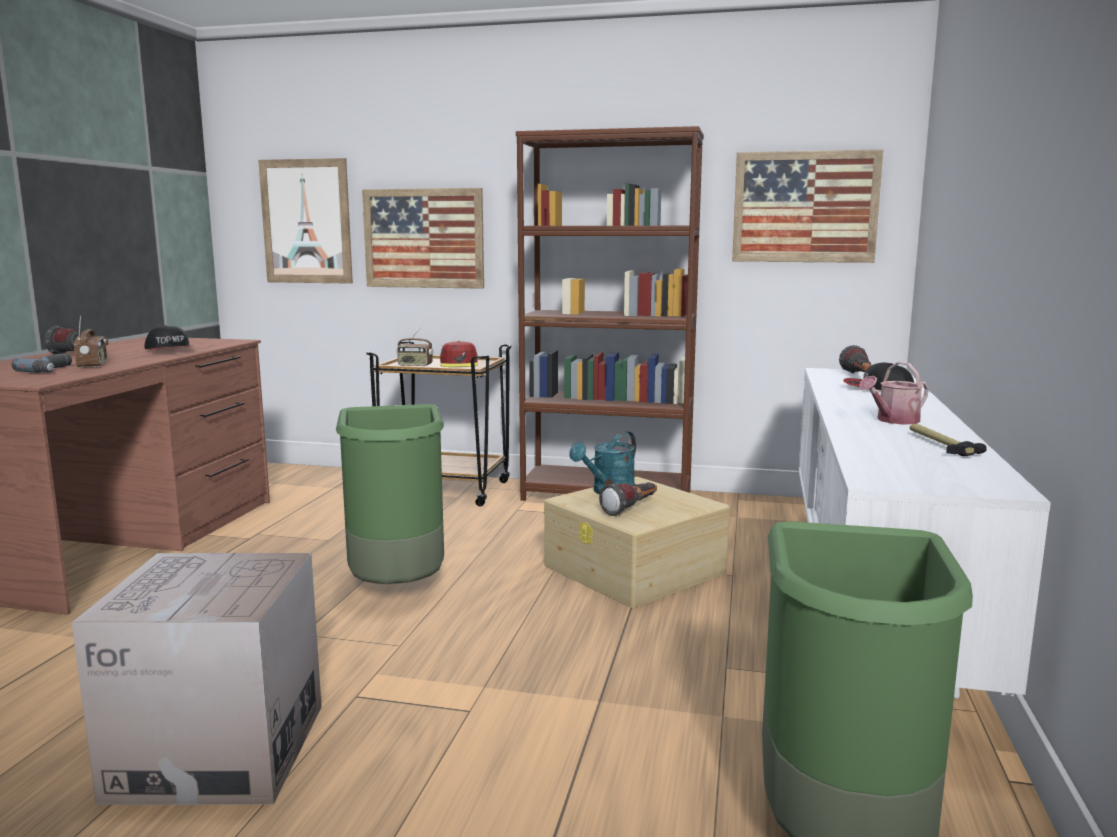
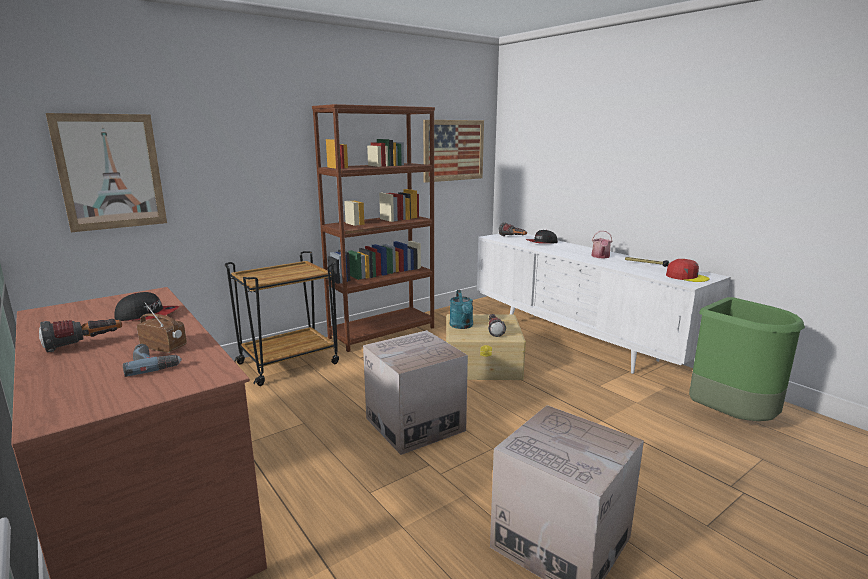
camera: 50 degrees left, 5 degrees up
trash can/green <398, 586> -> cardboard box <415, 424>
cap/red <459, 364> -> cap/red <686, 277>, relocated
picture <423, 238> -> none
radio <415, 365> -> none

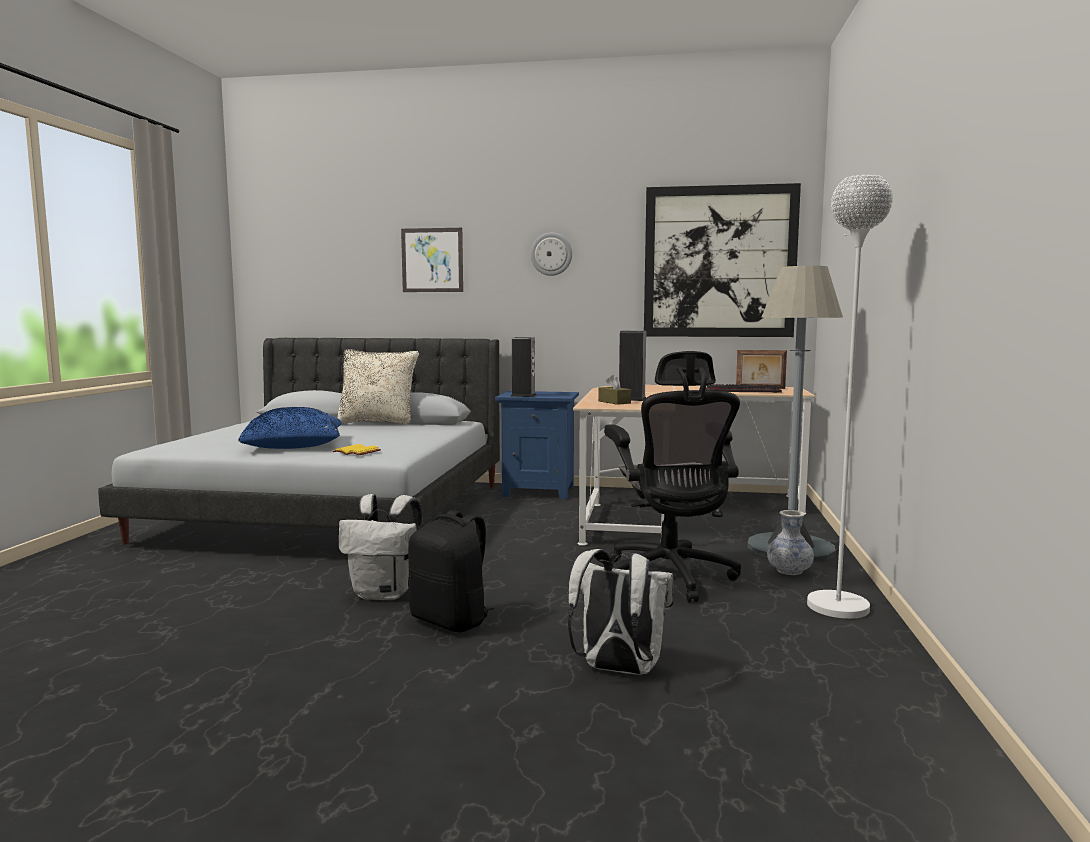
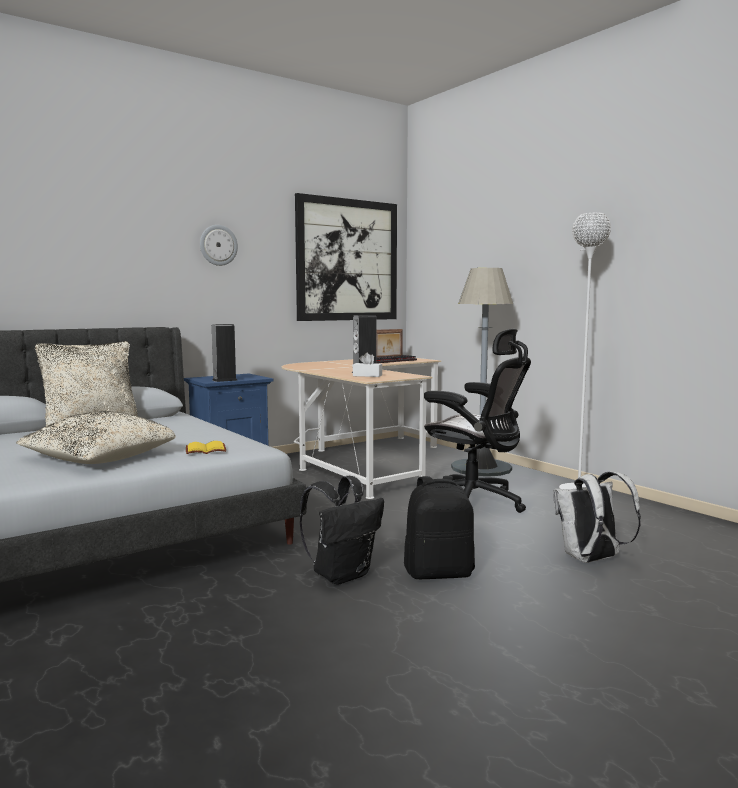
camera: 45 degrees left, 0 degrees up
pillow/blue <294, 445> -> pillow/beige <101, 456>
backpack/white <385, 594> -> backpack/black <342, 575>
tissue box/brown <614, 402> -> tissue box/white <367, 375>
picture <432, 260> -> none
vase <789, 571> -> none

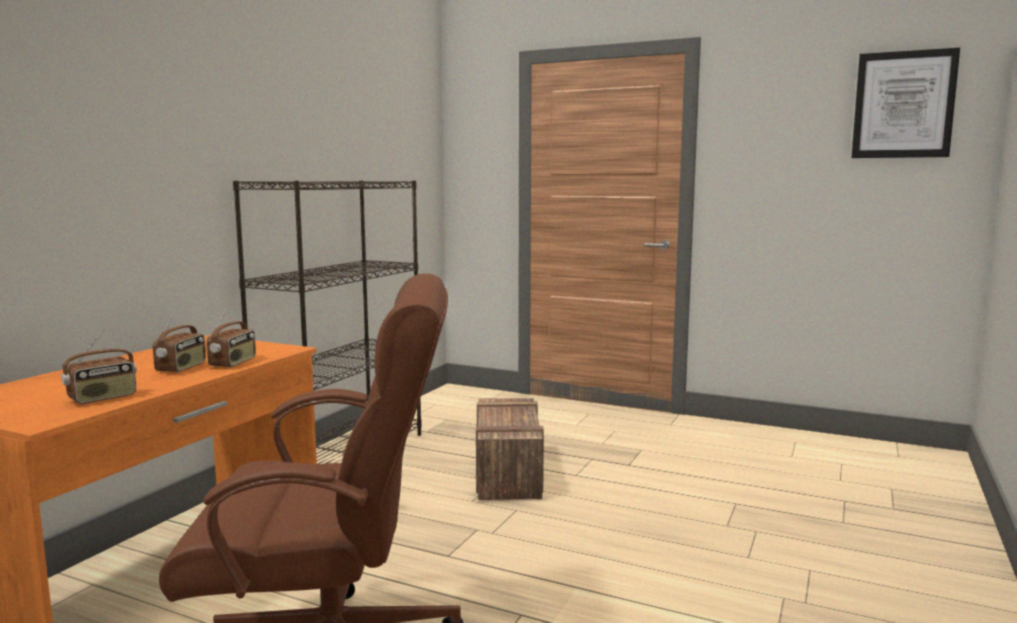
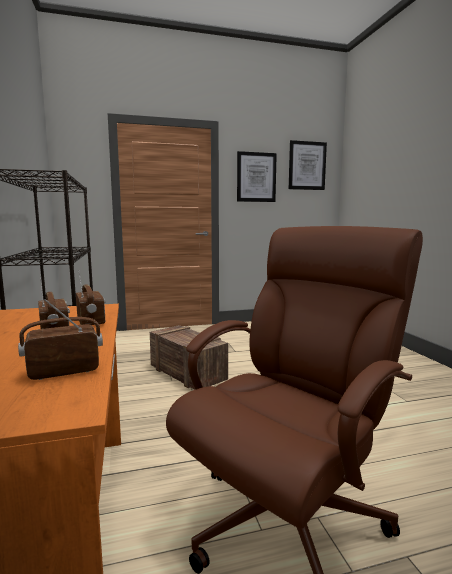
camera: 40 degrees left, 0 degrees up
radio <103, 398> -> radio <64, 371>, 120 degrees counterclockwise
none -> picture <256, 177>

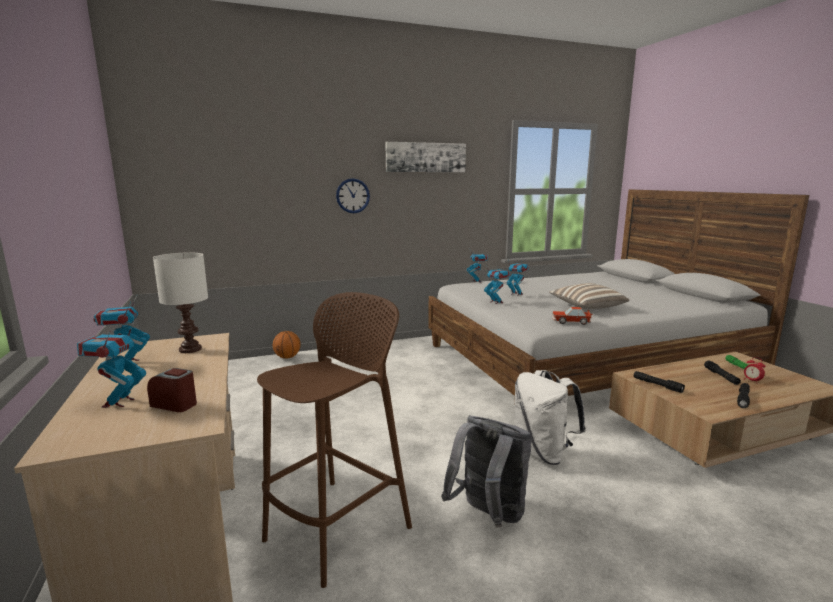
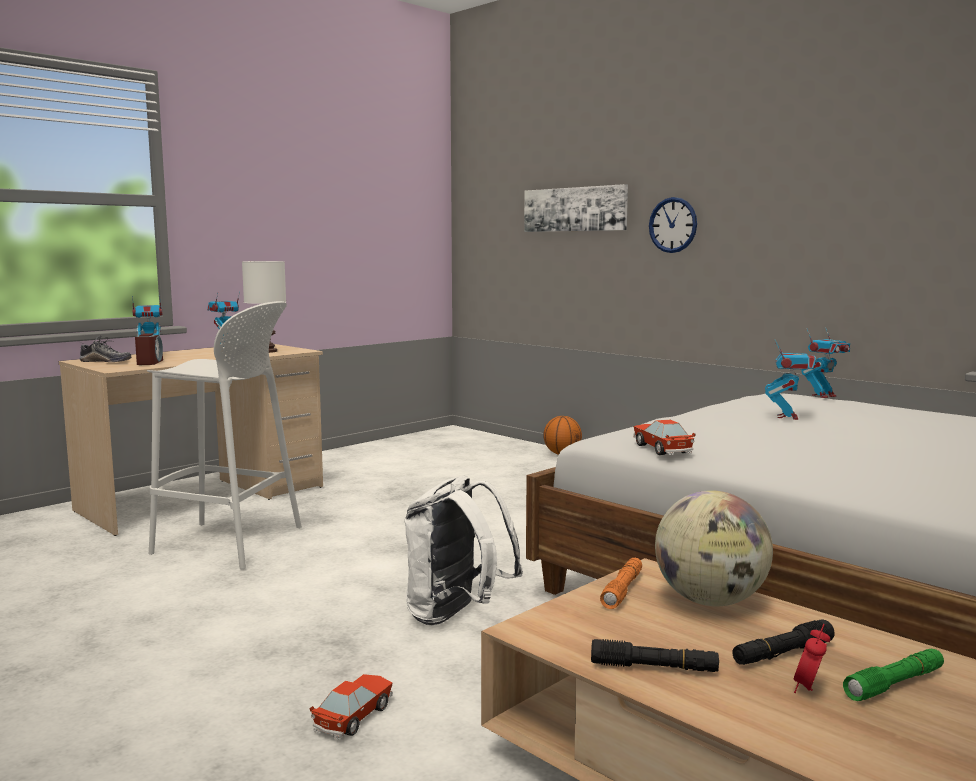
camera: 65 degrees right, 5 degrees down
none -> shoe <106, 362>
stool/brown <337, 528> -> stool/white <228, 543>
none -> toy car <354, 716>
picture <425, 157> -> picture <575, 209>, relocated
flashlight/black <657, 385> -> flashlight/orange <622, 590>
none -> globe <710, 601>
backpack/grey <488, 516> -> none
toy robot <496, 302> -> none
pillow <586, 307> -> none

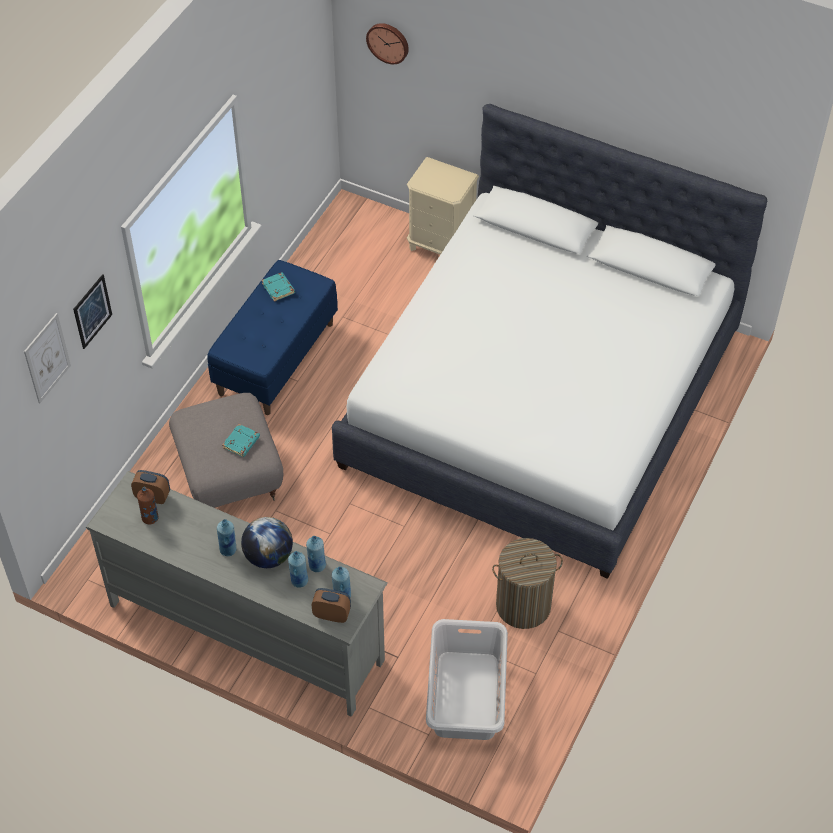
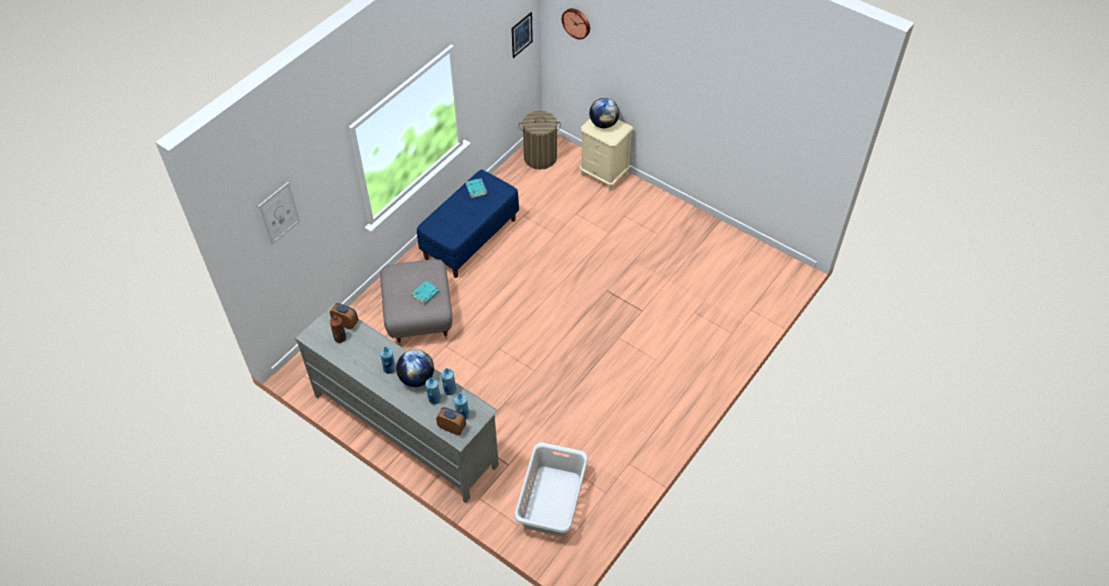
camera: 10 degrees right, 0 degrees up
picture <92, 311> -> picture <521, 34>, relocated
laundry basket <523, 605> -> laundry basket <540, 158>, relocated
none -> globe <603, 124>
bed/white <541, 398> -> none

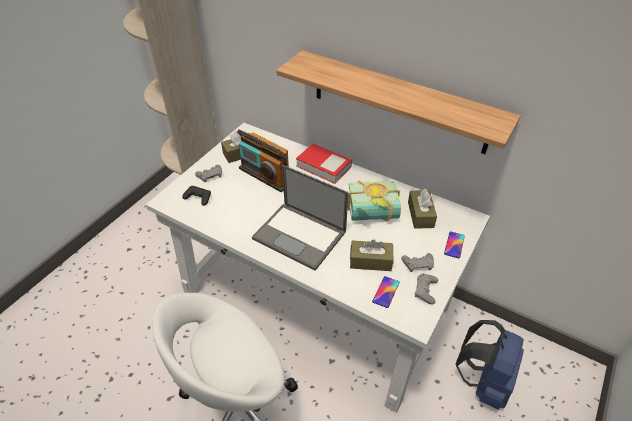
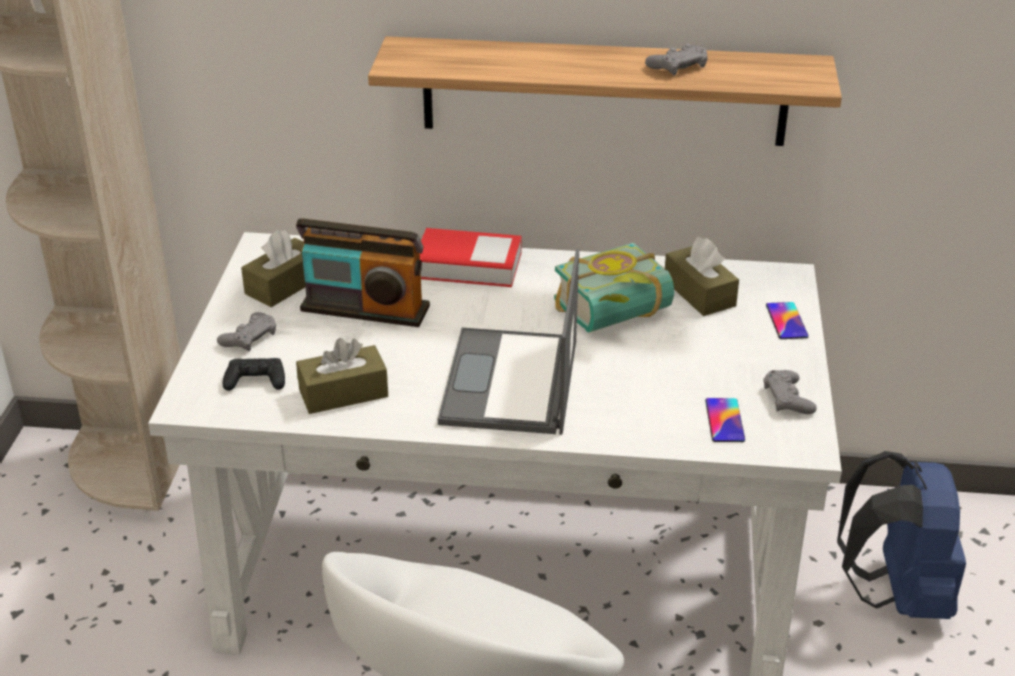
camera: 25 degrees left, 10 degrees down
tissue box/brown <370, 261> -> tissue box/brown <343, 393>, relocated
laptop <300, 235> -> laptop <510, 383>, 90 degrees clockwise
game controller/grey <418, 264> -> game controller/grey <678, 66>, relocated

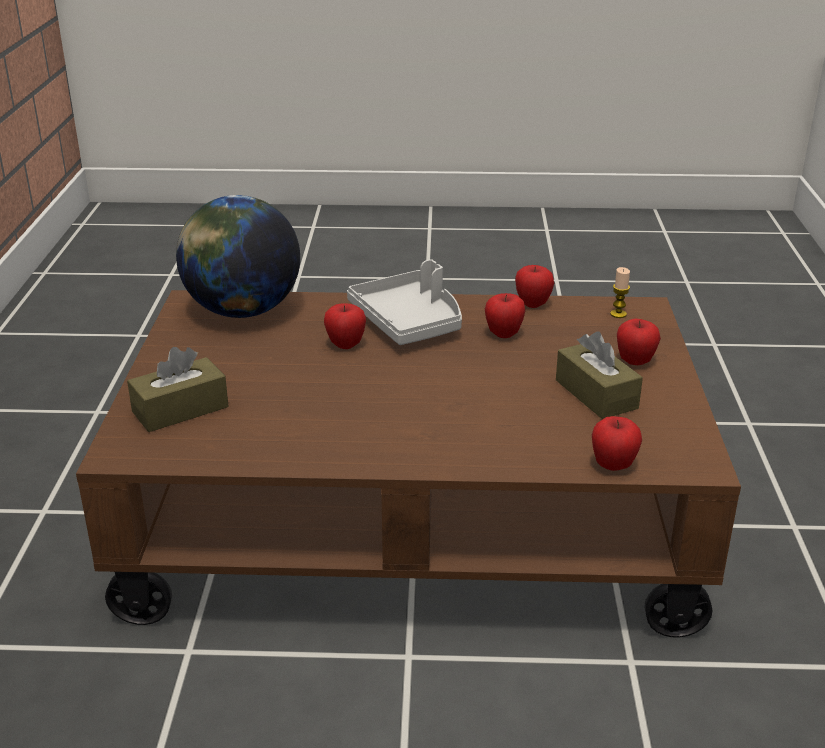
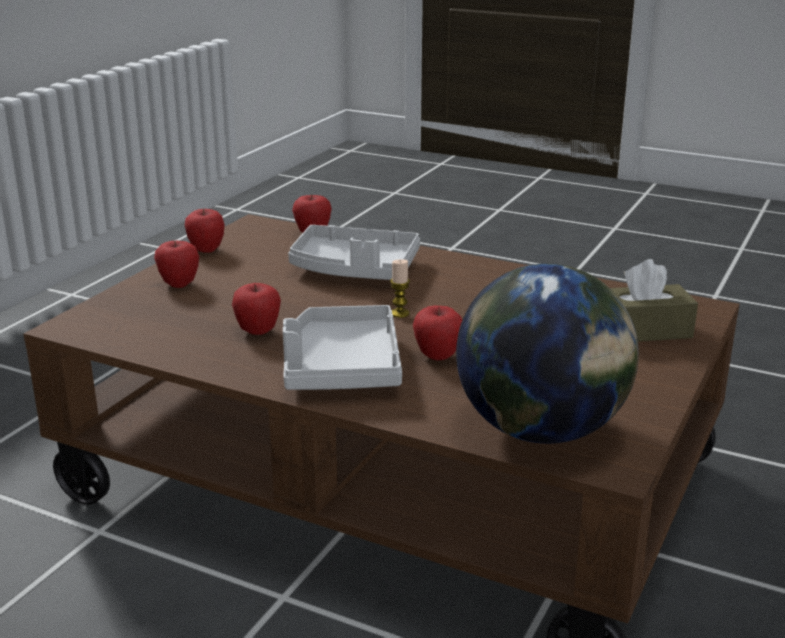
camera: 155 degrees left, 5 degrees down
apple <533, 304> -> apple <206, 250>, relocated
none -> tray/grey <354, 270>
candle <618, 314> -> candle <399, 313>, relocated
tissue box/brown <596, 394> -> none

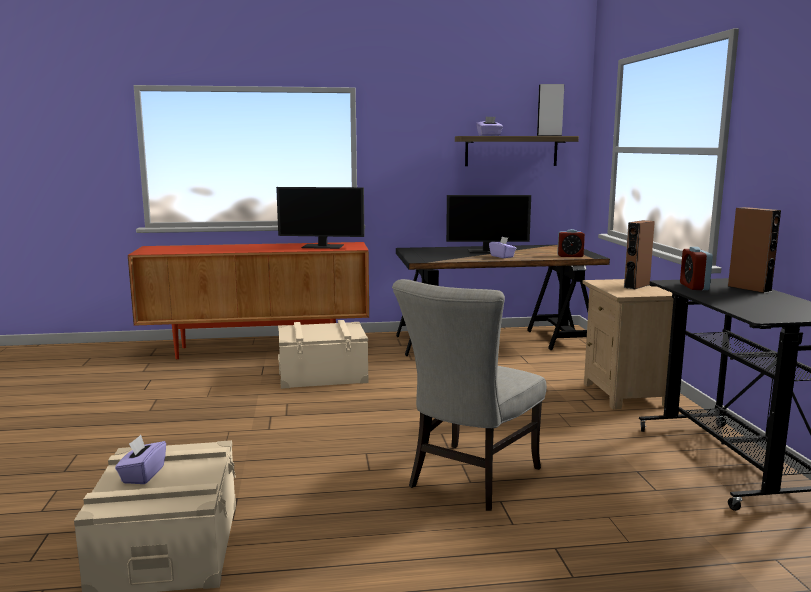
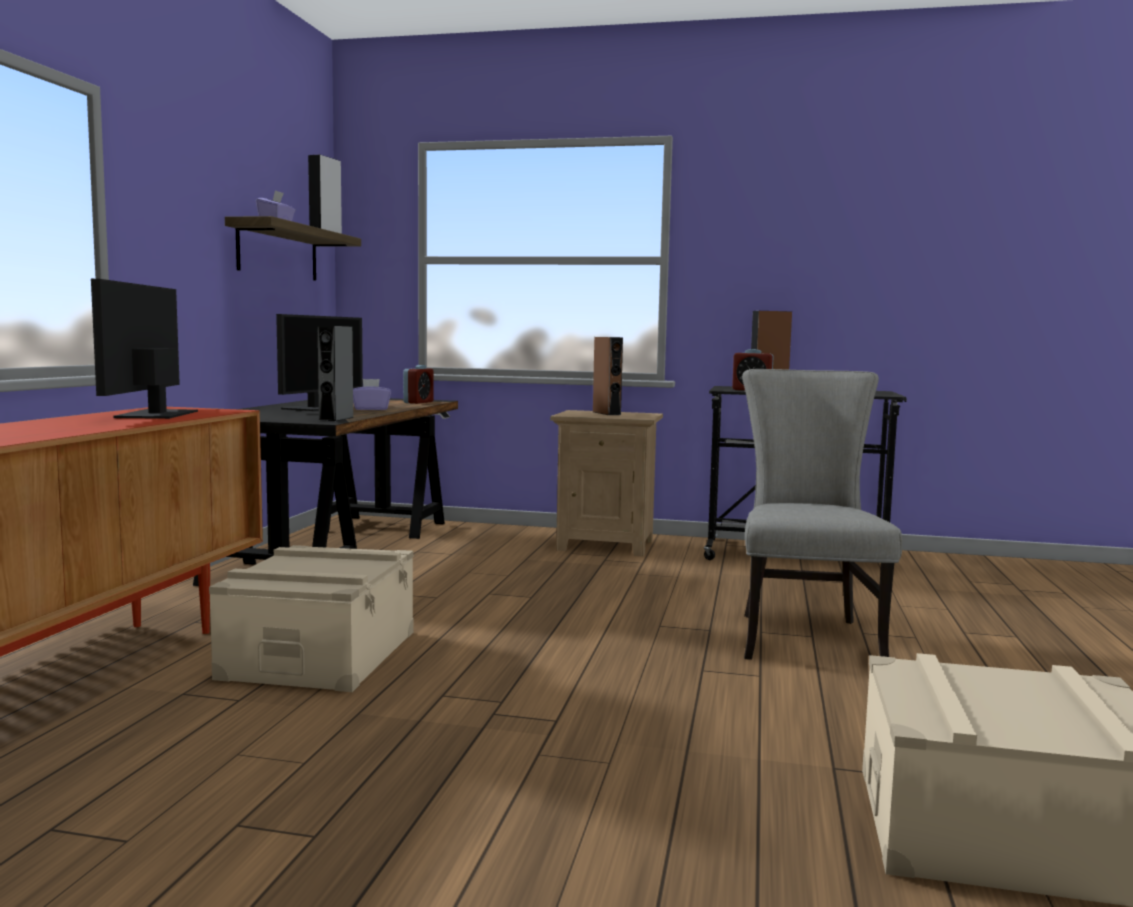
camera: 70 degrees left, 5 degrees down
monitor <323, 246> -> monitor <156, 414>, 150 degrees clockwise
none -> speaker/grey <336, 419>
chair/grey <469, 479> -> chair/grey <805, 635>, 135 degrees counterclockwise
tissue box/purple <142, 475> -> none

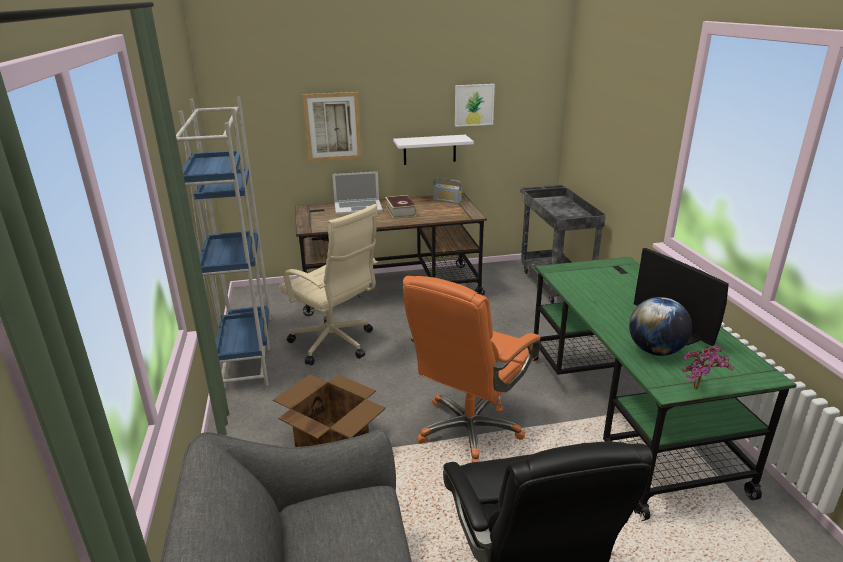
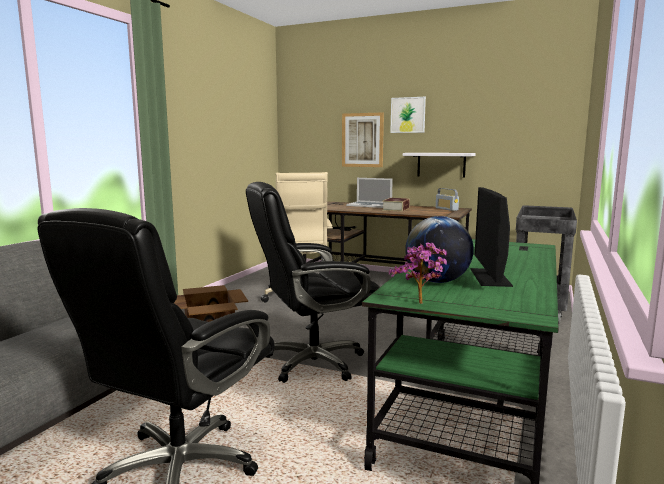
camera: 35 degrees right, 15 degrees down
office chair/orange <470, 427> -> office chair/black <316, 362>
picture <474, 105> -> picture <408, 115>, relocated
bookcase/blue <247, 351> -> none

